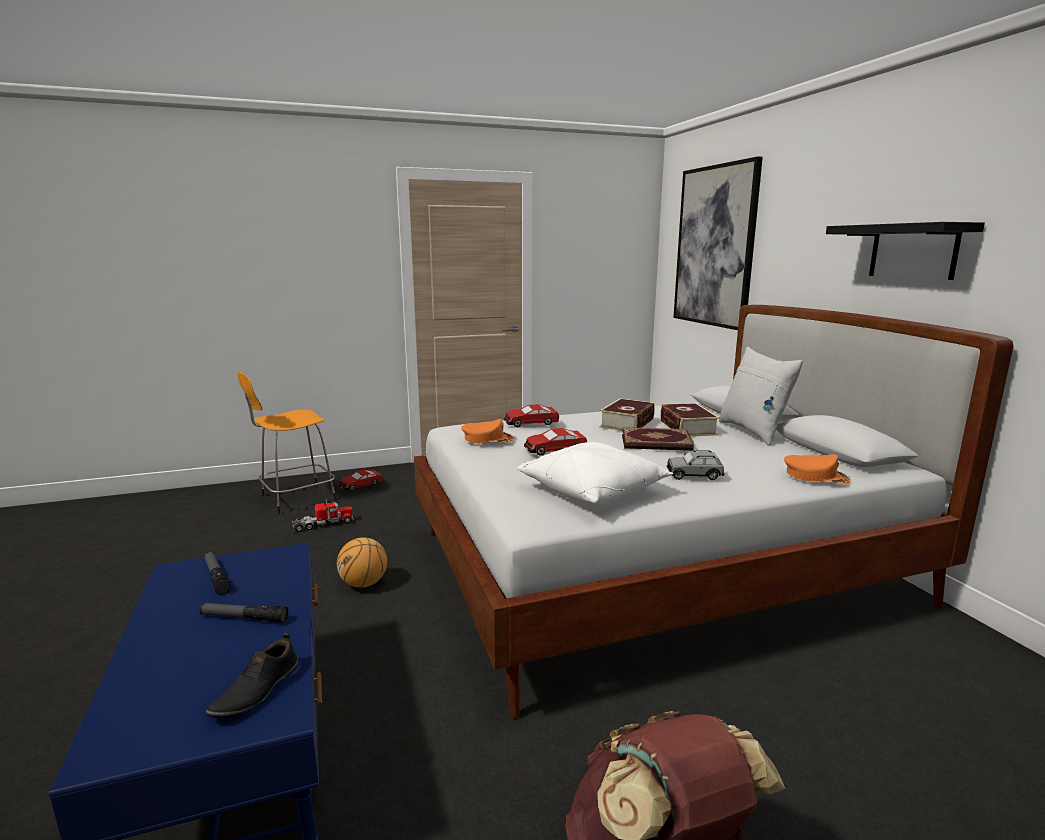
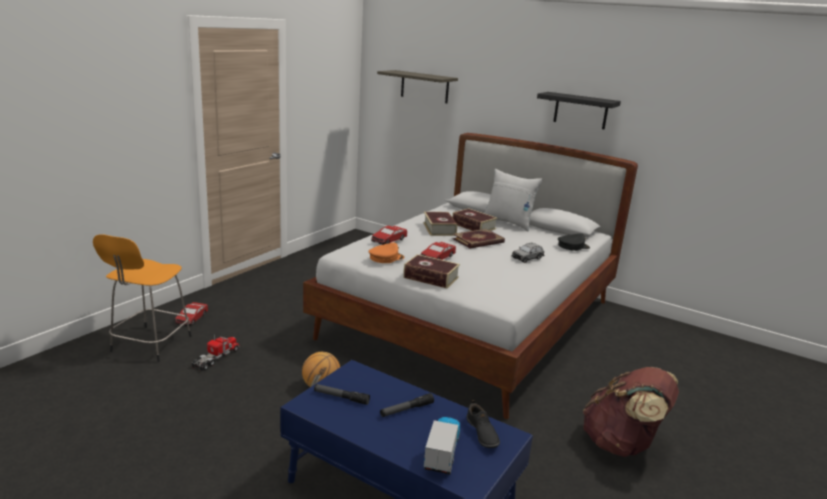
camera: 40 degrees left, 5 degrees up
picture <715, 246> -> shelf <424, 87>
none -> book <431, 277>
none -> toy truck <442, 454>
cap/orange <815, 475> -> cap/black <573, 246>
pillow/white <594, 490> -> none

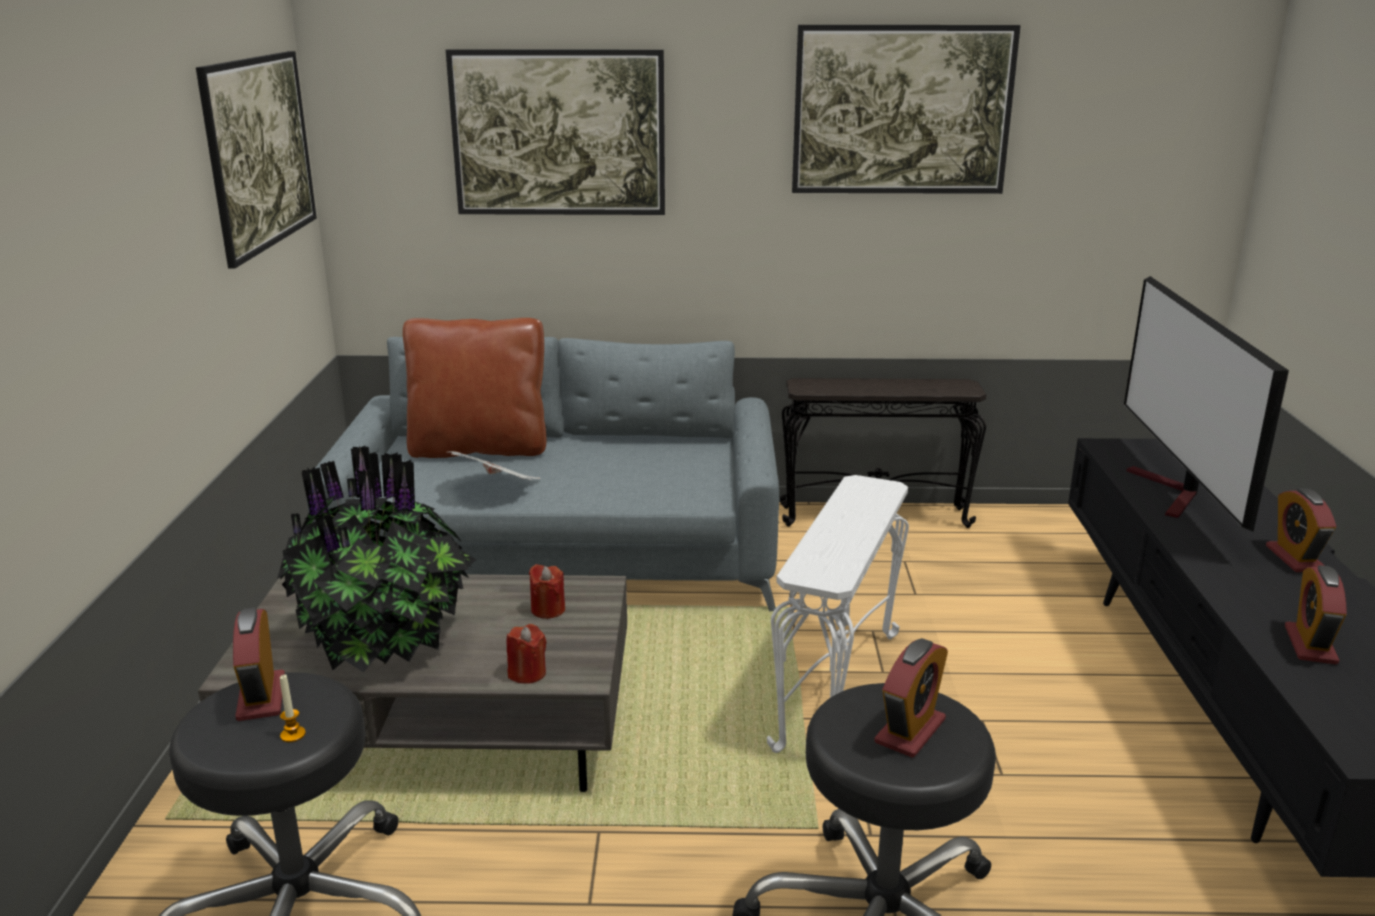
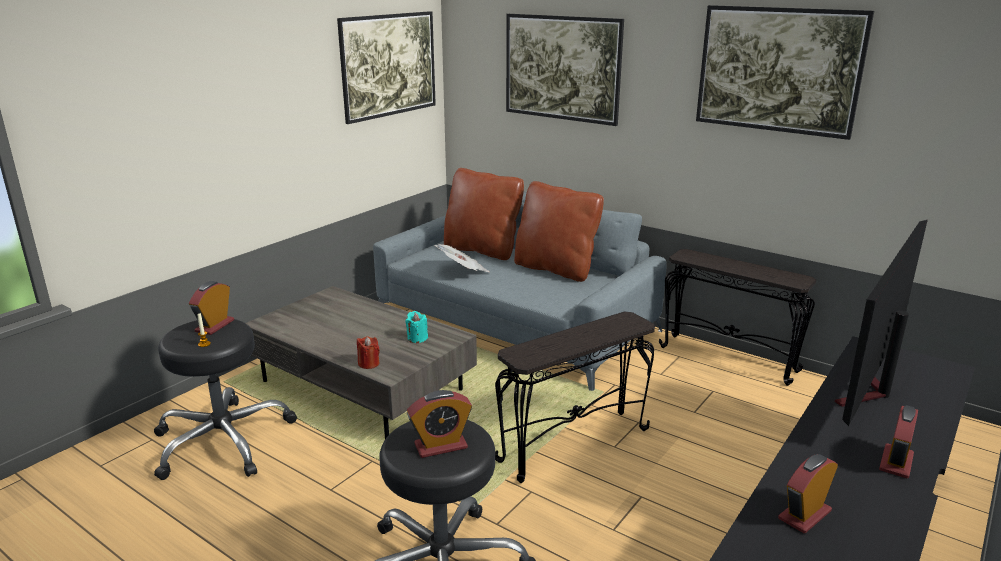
camera: 35 degrees right, 0 degrees up
candle/red <548, 609> -> candle/turquoise <417, 338>
side table/white <838, 690> -> side table/black <574, 446>
none -> pillow/brown <556, 269>
potted plant <387, 643> -> none

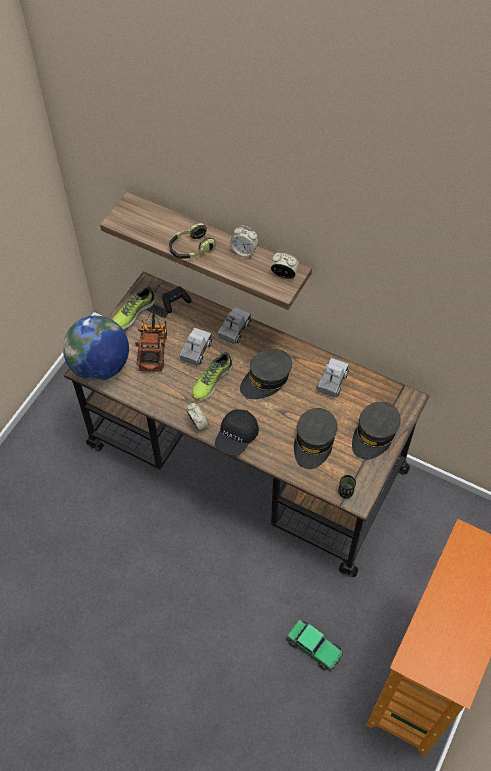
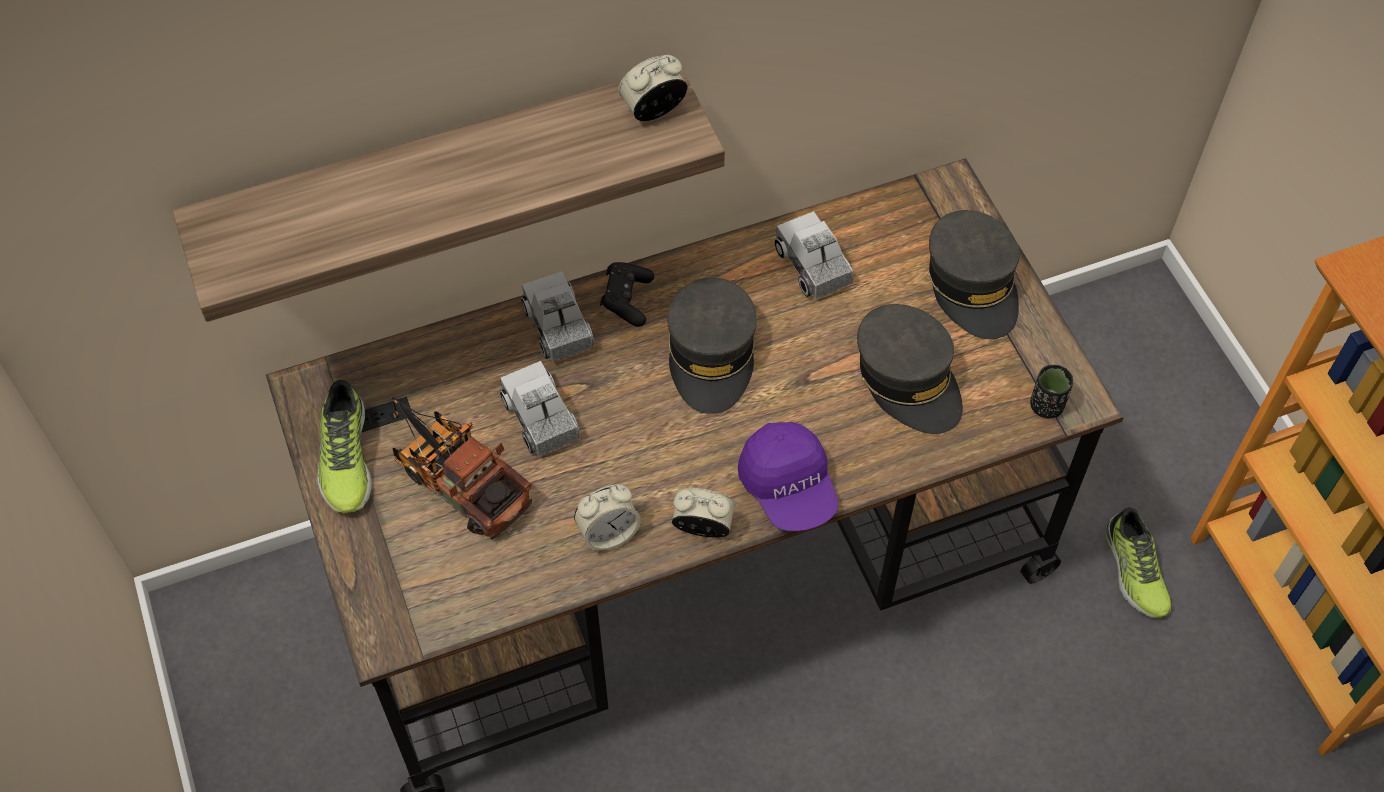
camera: 50 degrees left, 0 degrees up
alarm clock <244, 251> -> alarm clock <608, 533>, relocated
game controller/black <175, 302> -> game controller/black <627, 300>, relocated
cap/black <236, 437> -> cap/purple <788, 488>
shoe <211, 380> -> shoe <1134, 571>, relocated
globe <100, 366> -> none
headphones <191, 249> -> none
toy car <314, 647> -> none

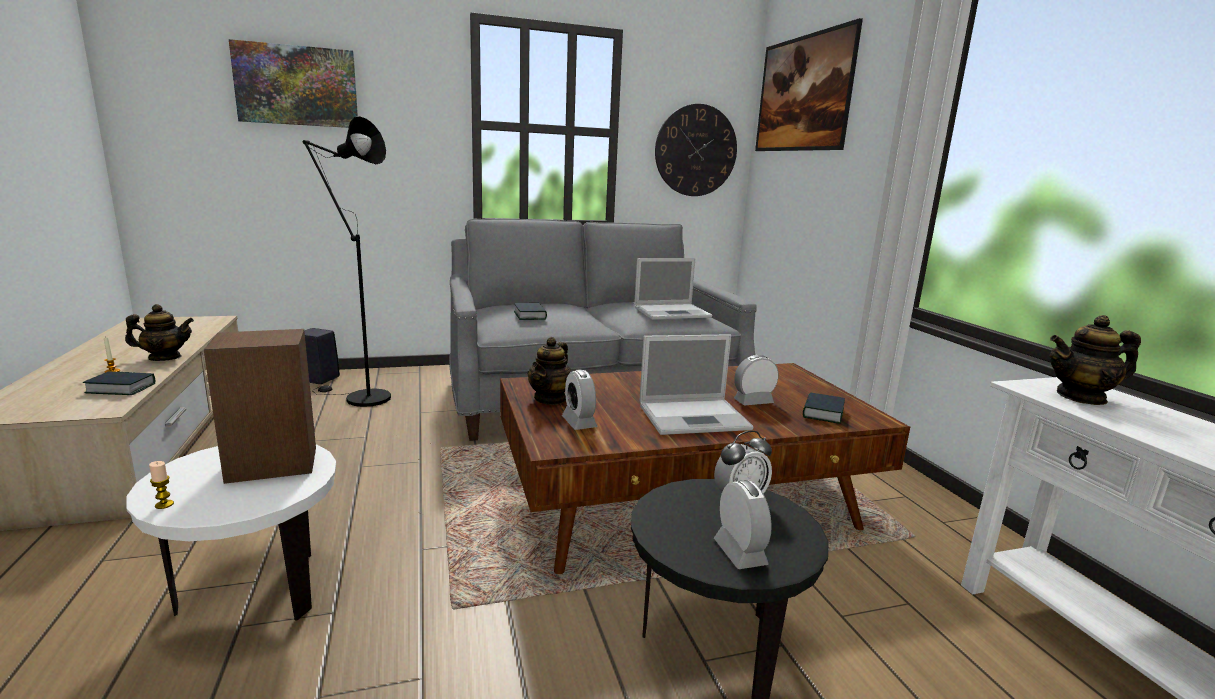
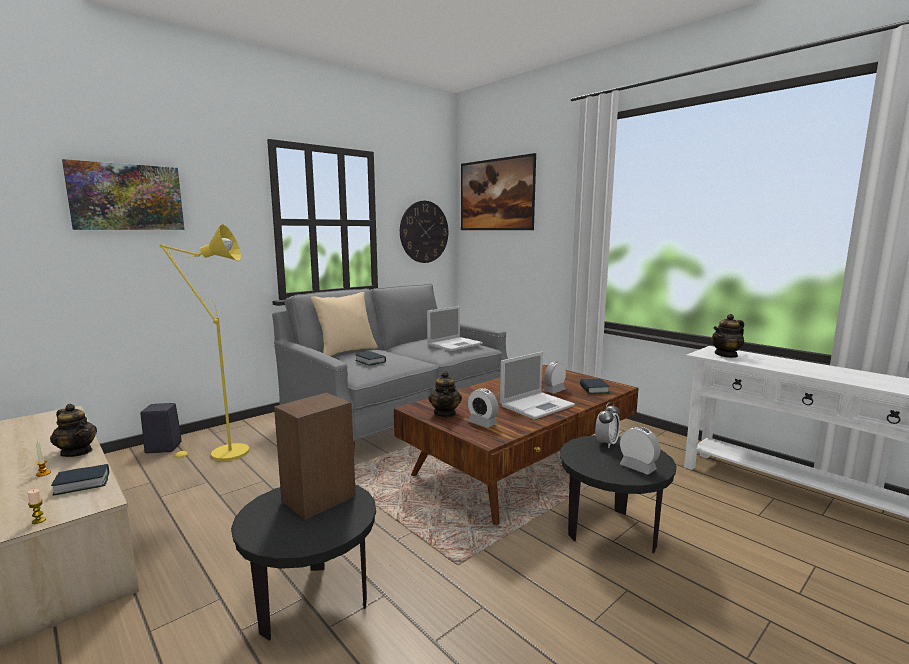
camera: 25 degrees left, 5 degrees down
candle <164, 504> -> candle <38, 520>, relocated
teapot <165, 358> -> teapot <77, 452>, 75 degrees clockwise
floor lamp/black <360, 398> -> floor lamp/yellow <222, 454>
side table/white <253, 592> -> side table/black <312, 604>
none -> pillow/beige <346, 352>

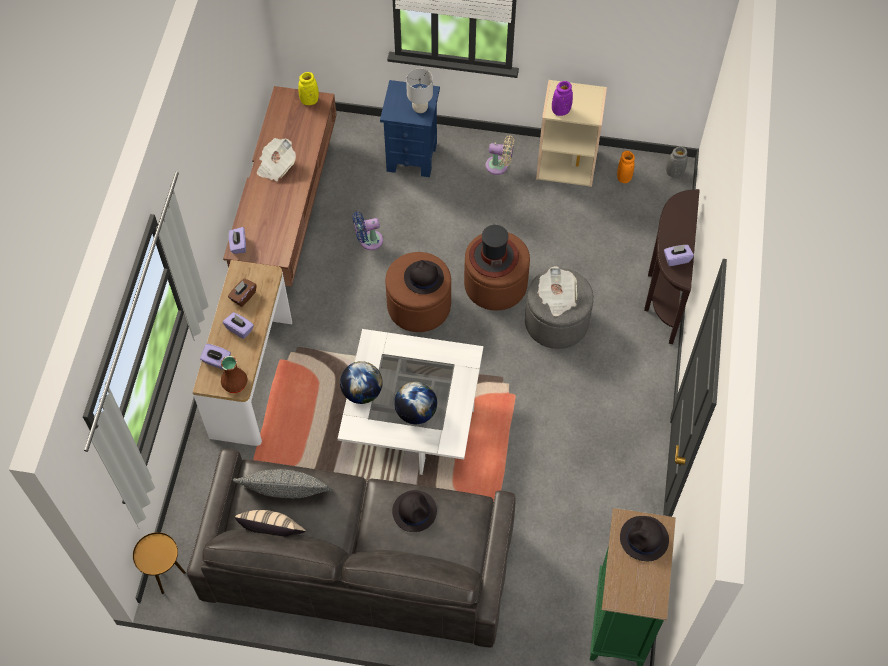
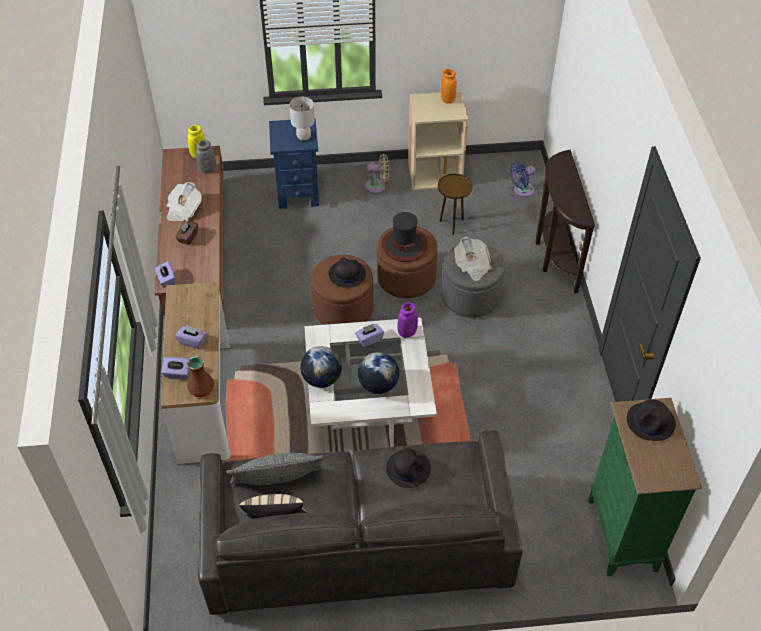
camera: 15 degrees left, 10 degrees down
tissue box/brown <243, 296> -> tissue box/brown <188, 237>, relocated
vase/grey <674, 173> -> vase/grey <207, 170>, relocated
tissue box/purple <676, 259> -> tissue box/purple <369, 339>, relocated
vase/purple <561, 111> -> vase/purple <407, 332>, relocated
side table/brown <168, 577> -> side table/brown <452, 224>, relocated
vase/orange <624, 177> -> vase/orange <447, 99>, relocated
fan/blue <368, 241> -> fan/blue <522, 191>, relocated

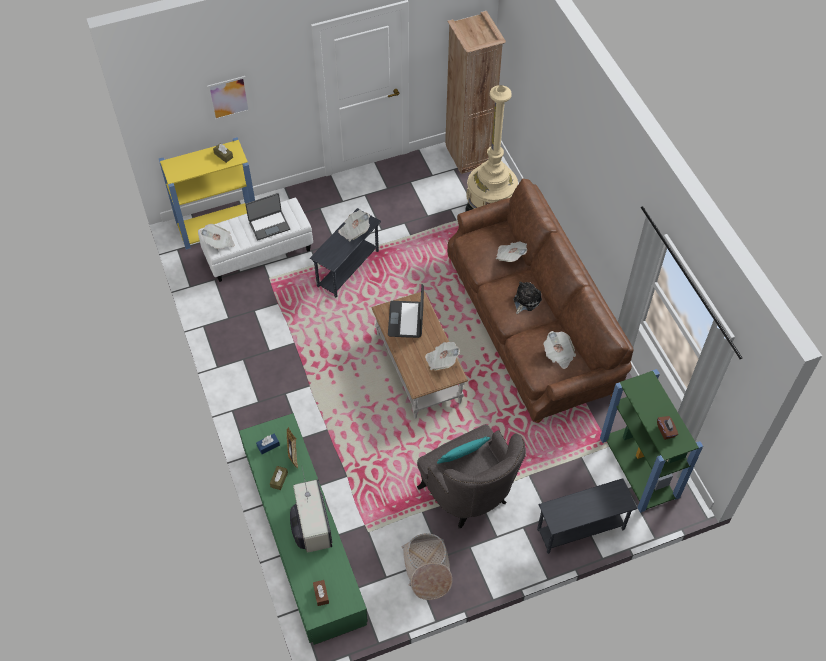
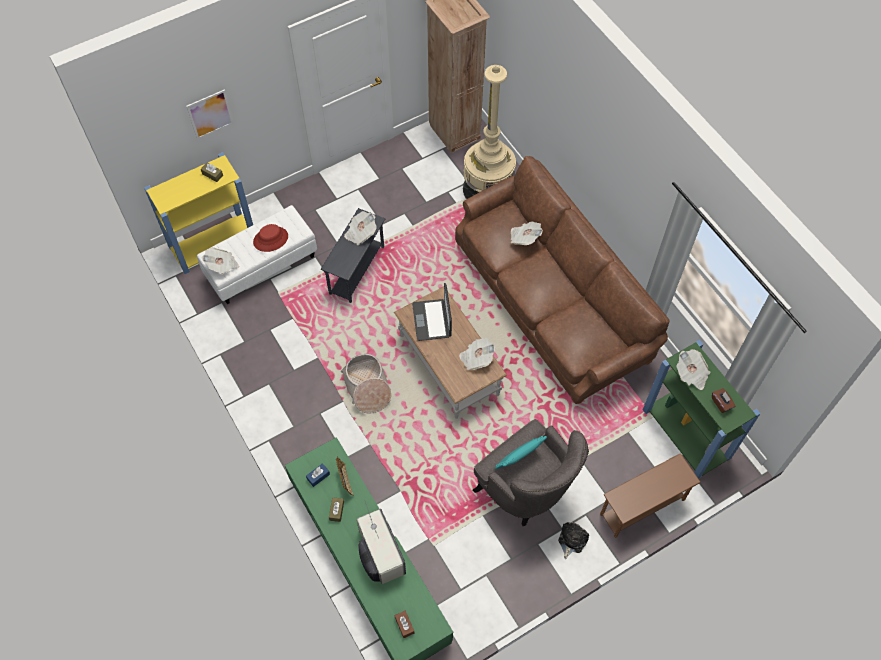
camera: 10 degrees left, 5 degrees up
laptop <269, 225> -> hat/red <270, 239>
basket <427, 570> -> basket <367, 388>, relocated
plush toy <525, 300> -> plush toy <571, 540>, relocated
side table/grey <581, 530> -> side table/brown <642, 507>
newspaper <558, 354> -> newspaper <691, 374>, relocated

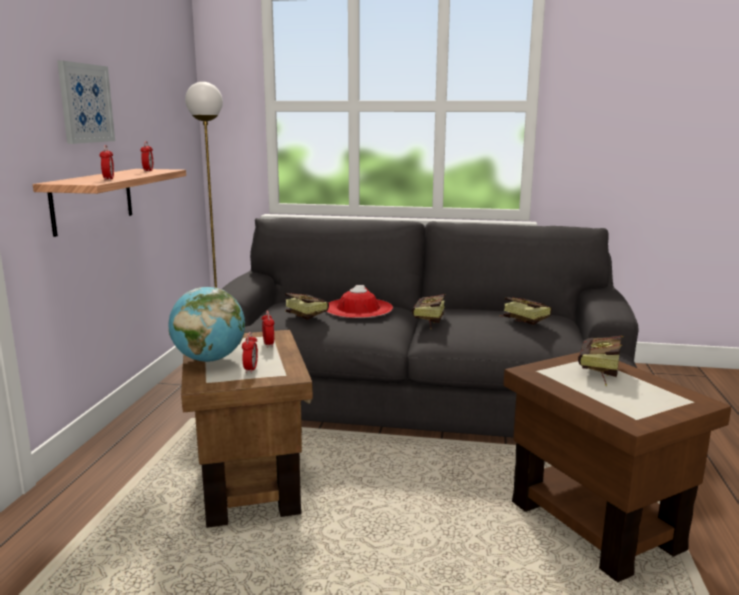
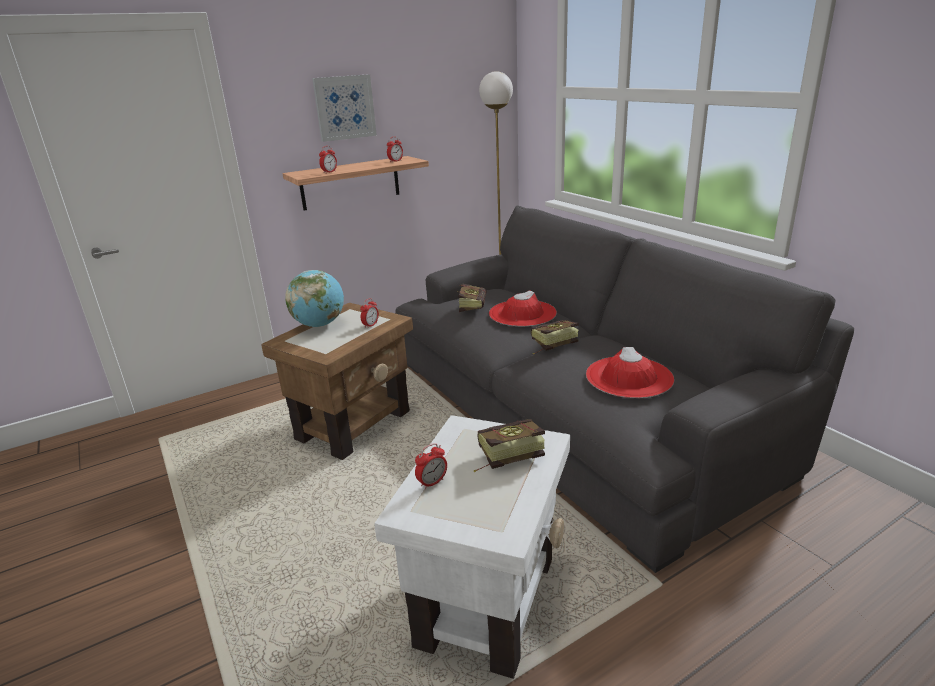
camera: 50 degrees right, 10 degrees up
side table/brown <595, 525> -> side table/white <489, 601>
alarm clock <250, 369> -> alarm clock <432, 482>, relocated
book <522, 320> -> hat/red <629, 377>

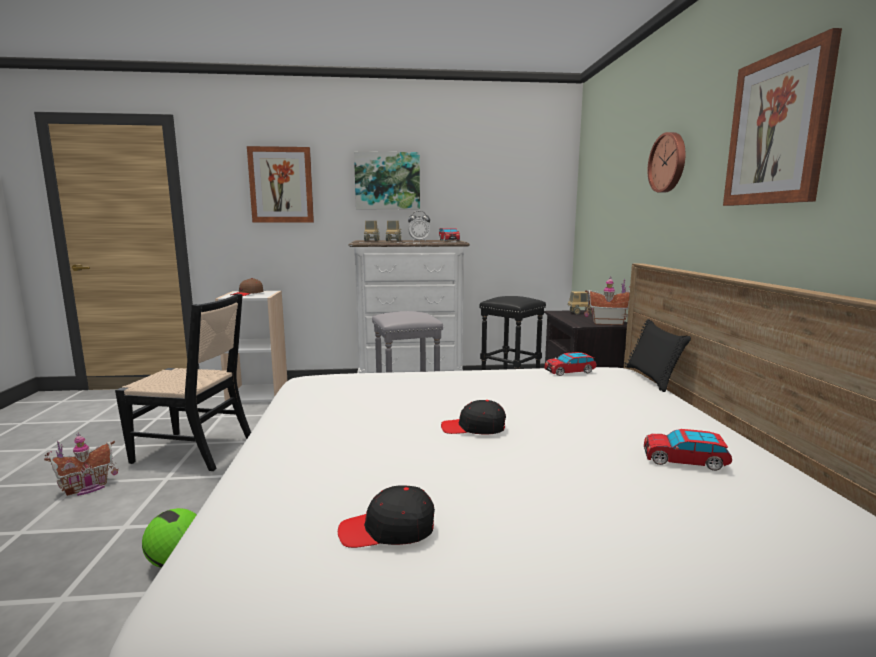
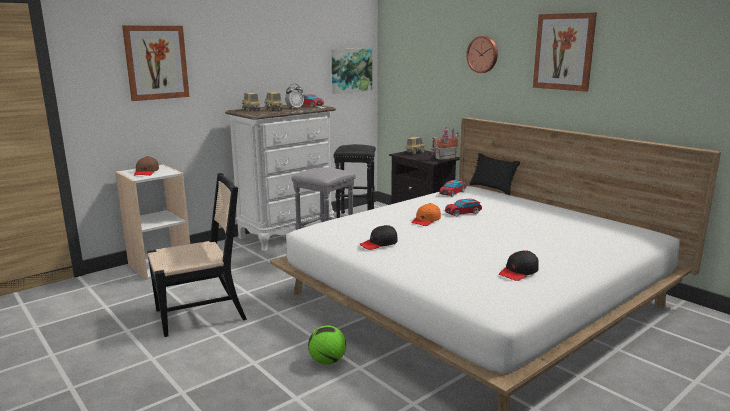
camera: 35 degrees left, 5 degrees up
picture <387, 181> -> picture <351, 70>, relocated
cap/black <473, 428> -> cap/black <379, 244>, relocated
none -> cap/orange <426, 220>
toy car <684, 460> -> toy car <463, 213>, relocated
toy house <87, 488> -> none

